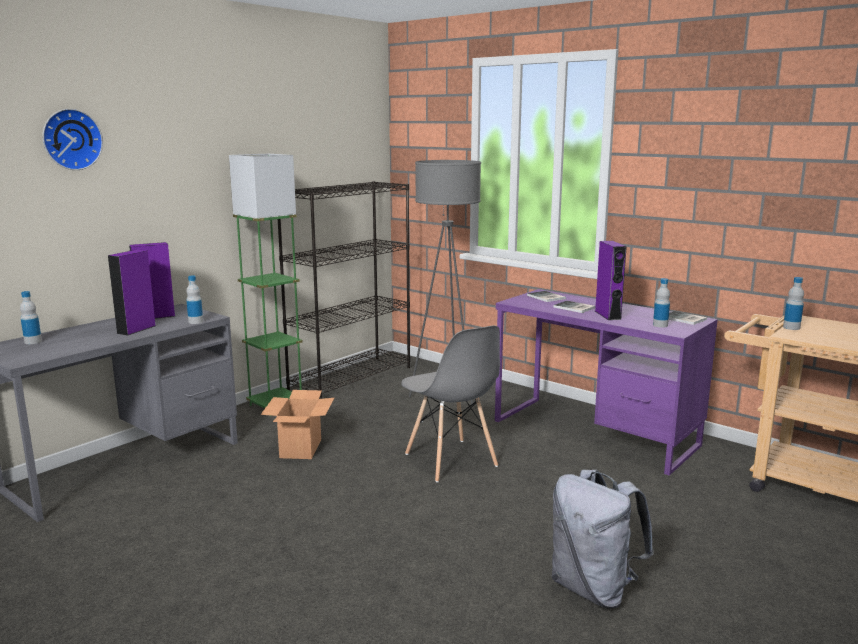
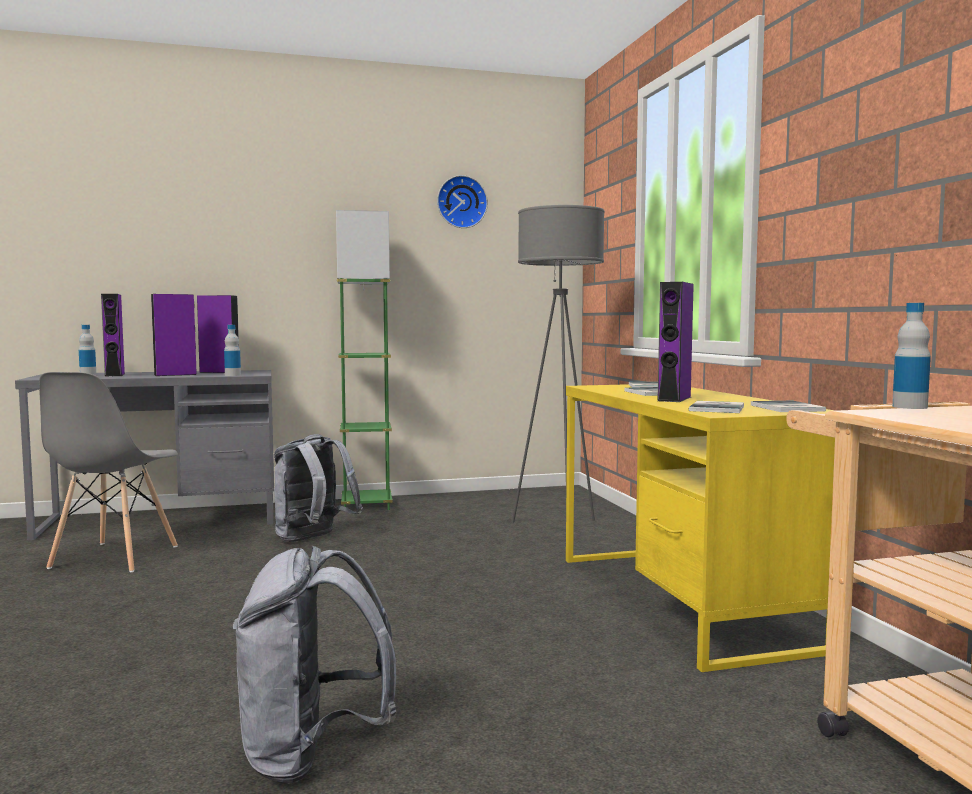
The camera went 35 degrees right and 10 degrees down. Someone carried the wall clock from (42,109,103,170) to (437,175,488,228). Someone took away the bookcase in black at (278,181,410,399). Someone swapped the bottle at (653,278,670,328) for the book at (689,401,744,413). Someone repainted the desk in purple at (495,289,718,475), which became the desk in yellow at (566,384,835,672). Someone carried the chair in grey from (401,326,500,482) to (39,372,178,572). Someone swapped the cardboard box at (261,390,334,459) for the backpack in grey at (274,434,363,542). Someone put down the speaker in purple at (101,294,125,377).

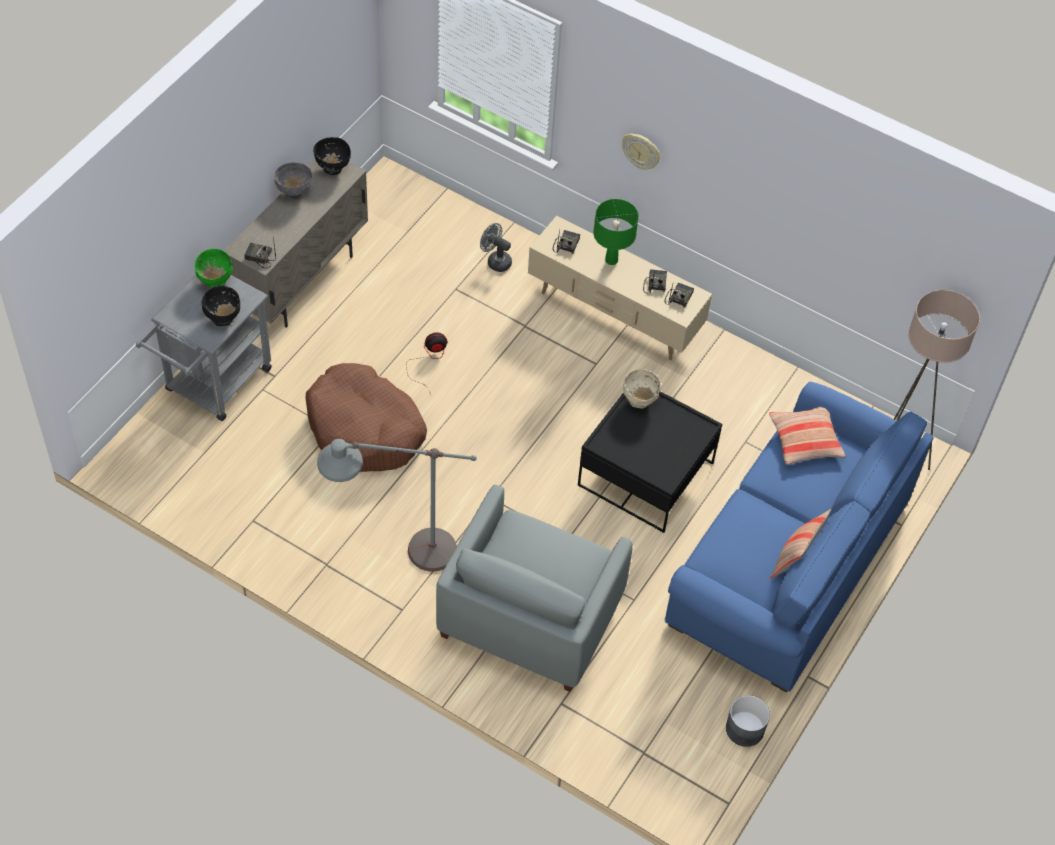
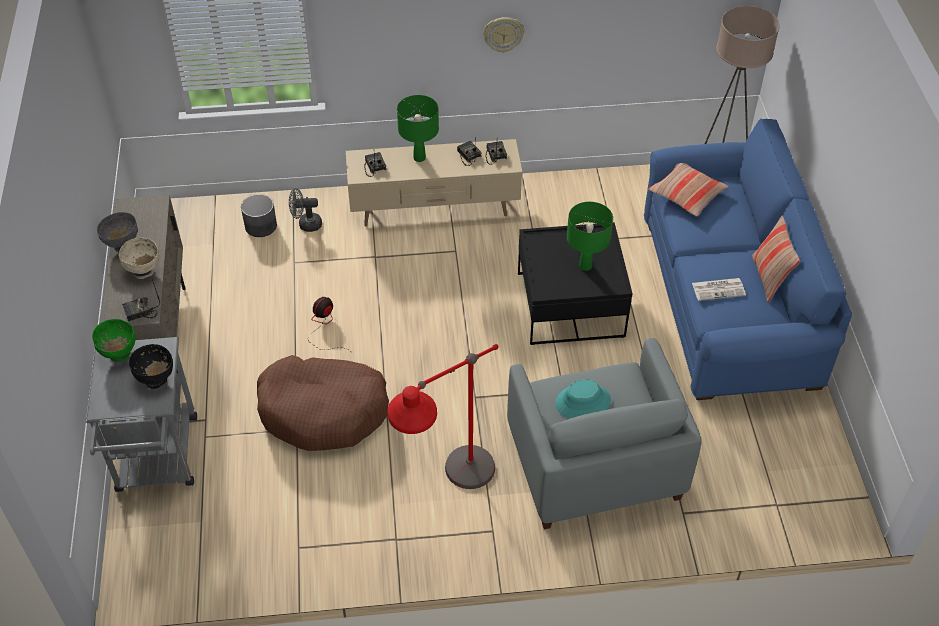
The camera went 35 degrees left and 5 degrees down. Someone carried the wall clock from (622,134,660,170) to (483,17,524,53). Someone took away the bowl in black at (313,137,351,175). Someone carried the bowl in beige from (623,369,661,409) to (119,238,160,279). Someone repainted the floor lamp in grey at (317,439,477,571), which became the floor lamp in red at (387,344,499,489). Someone carried the planter in grey from (726,695,770,747) to (241,194,277,237). Someone put down the table lamp in green at (567,202,613,271). Someone put down the newspaper at (692,278,746,301). Someone put down the hat in turquoise at (555,379,611,419).

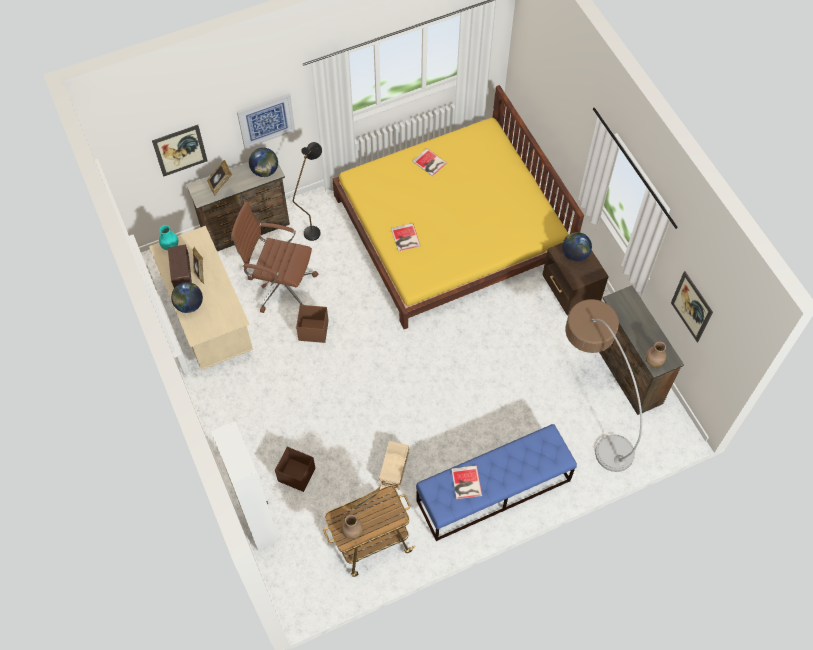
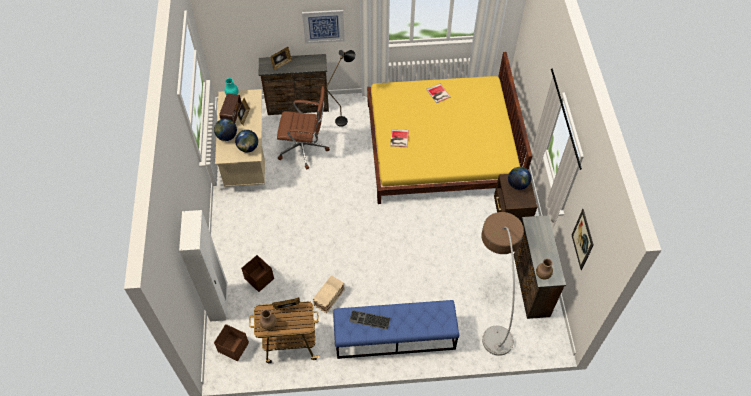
The camera went 20 degrees right and 5 degrees down. Someone took away the picture at (152,125,208,177). Someone carried the globe from (249,148,278,177) to (235,130,258,153). Someone rotated the office chair in brown at (231,201,319,313) by 150 degrees clockwise. Someone carried the storage box in brown from (296,305,329,343) to (214,324,249,361). Someone swapped the book at (451,465,482,499) for the keyboard at (349,310,390,330).

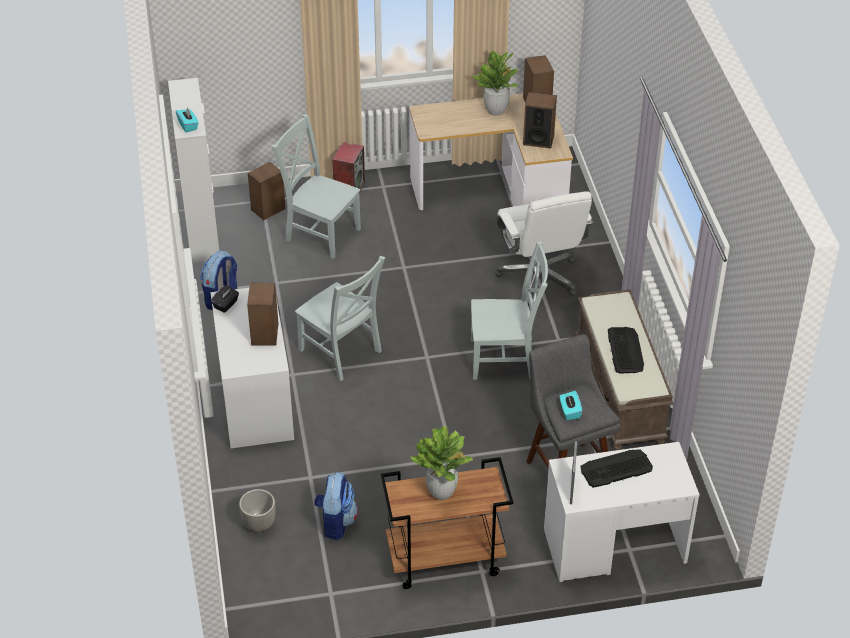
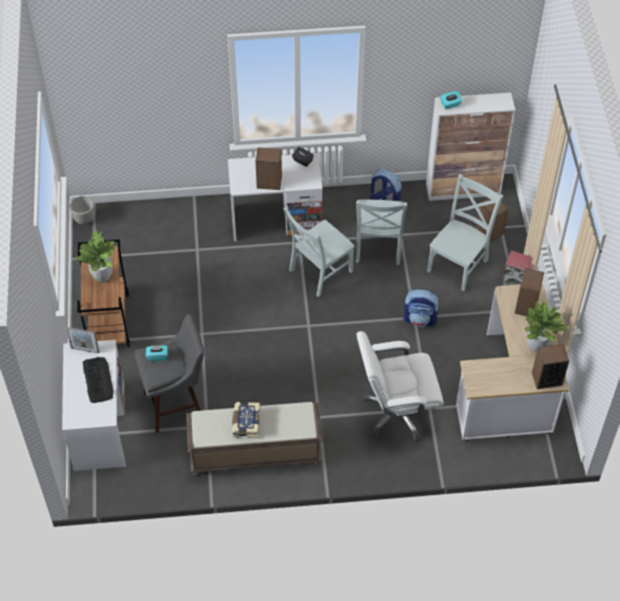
The camera went 95 degrees right and 10 degrees up. Someone carried the speaker from (523,92,557,149) to (515,268,545,316). Someone carried the chair in grey from (471,241,548,379) to (356,199,407,265). Someone swapped the keyboard at (608,327,644,374) for the book at (232,402,260,438). Someone carried the backpack from (314,472,358,540) to (403,289,440,327). Someone carried the planter from (239,489,276,531) to (70,196,95,224).

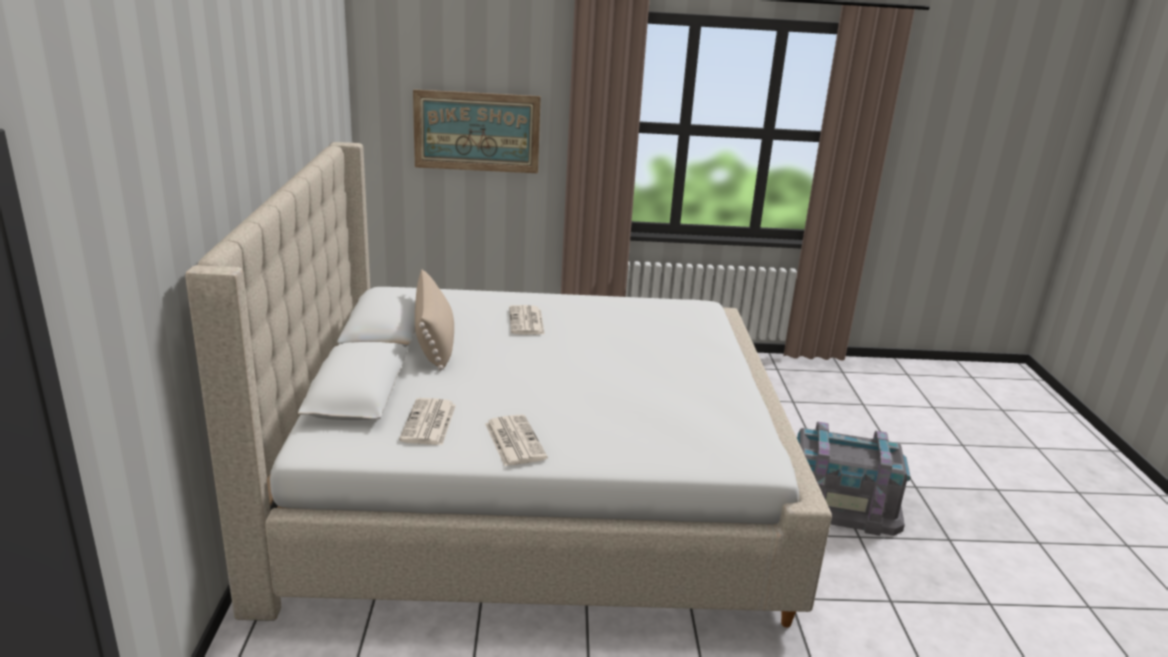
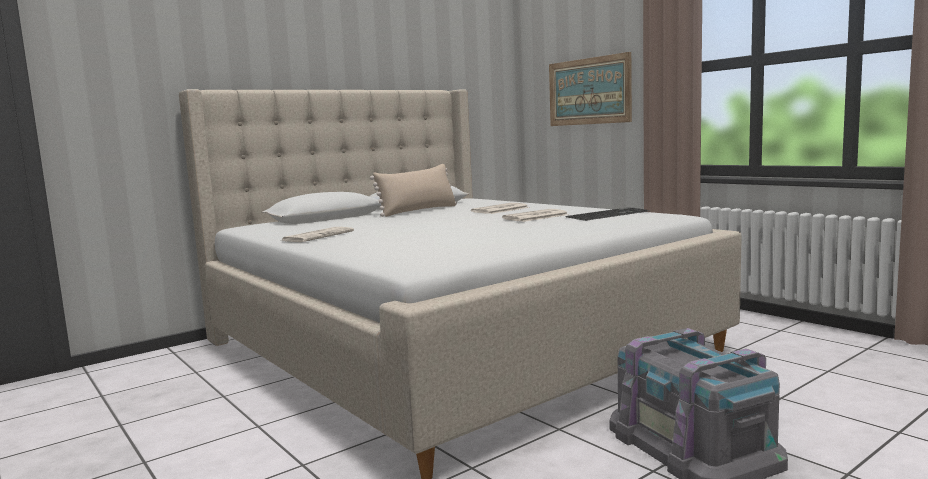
The camera went 55 degrees right and 15 degrees down. Someone carried the newspaper from (399,398,456,445) to (502,209,569,222). Someone put down the keyboard at (566,207,649,221).

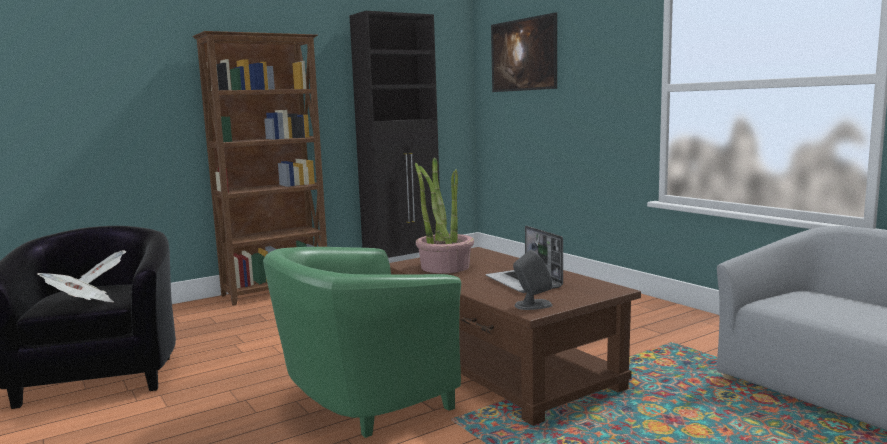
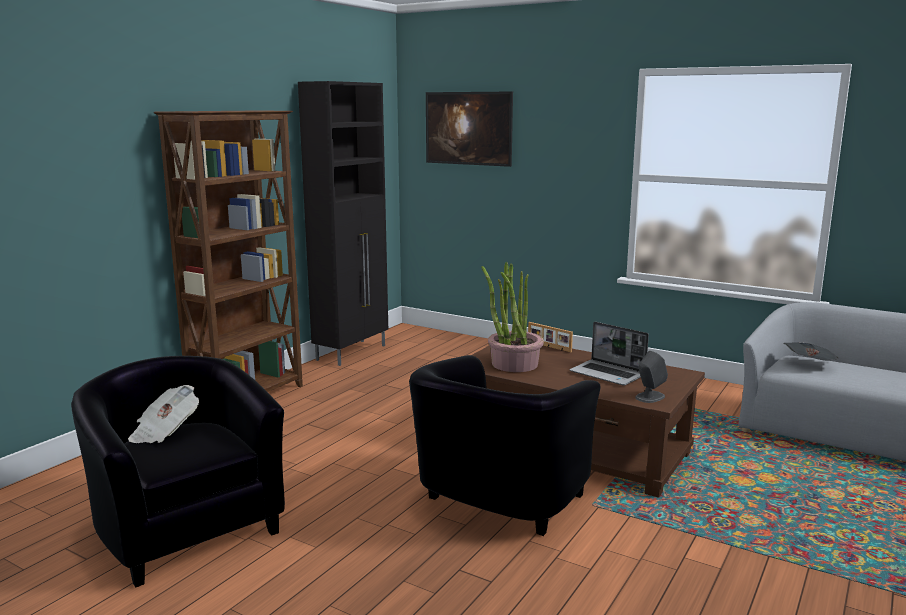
The camera went 25 degrees left and 5 degrees up. Someone repainted the armchair in green at (263,247,461,438), which became the armchair in black at (409,355,601,536). Someone carried the newspaper from (38,273,114,302) to (783,343,838,361). Someone put down the picture frame at (528,322,573,352).

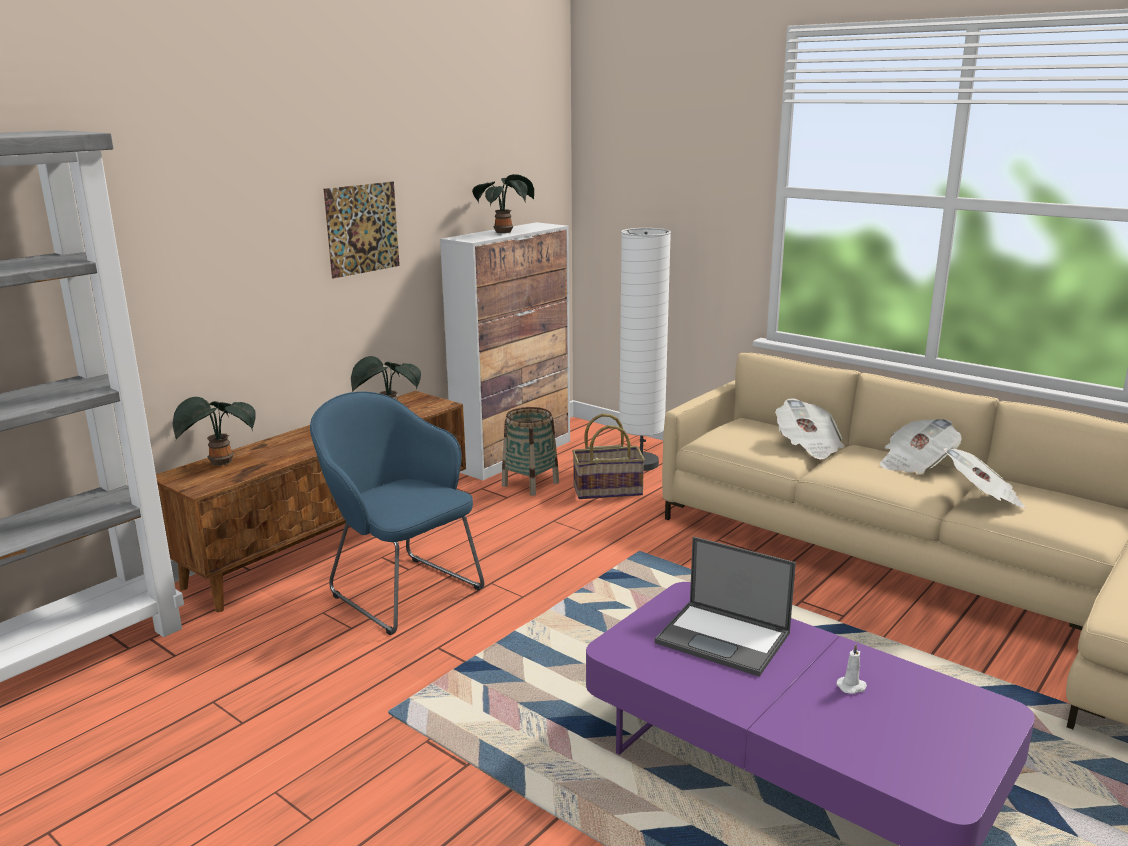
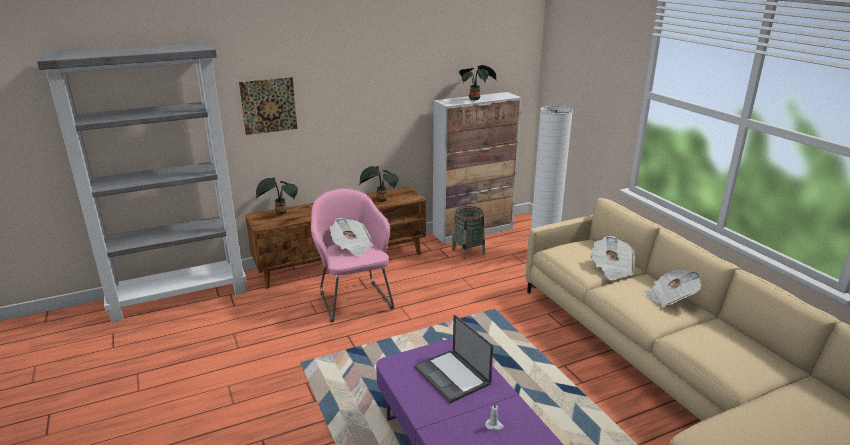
The camera went 25 degrees right and 5 degrees up. Someone carried the picture from (324,181,400,278) to (239,77,298,135). Someone repainted the armchair in blue at (310,392,484,635), which became the armchair in pink at (311,188,394,323). Someone took away the basket at (572,414,645,499). Someone carried the newspaper from (944,448,1026,508) to (329,218,373,257).

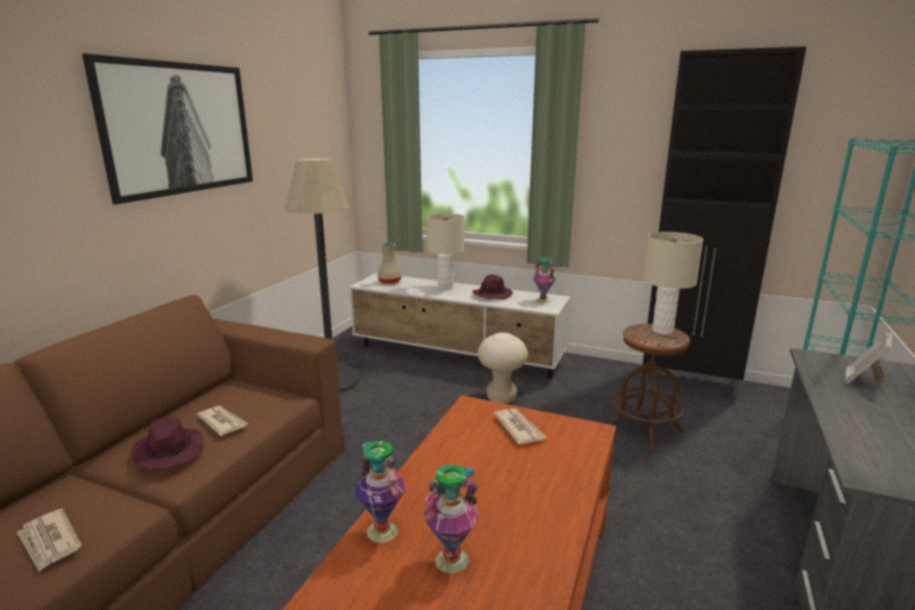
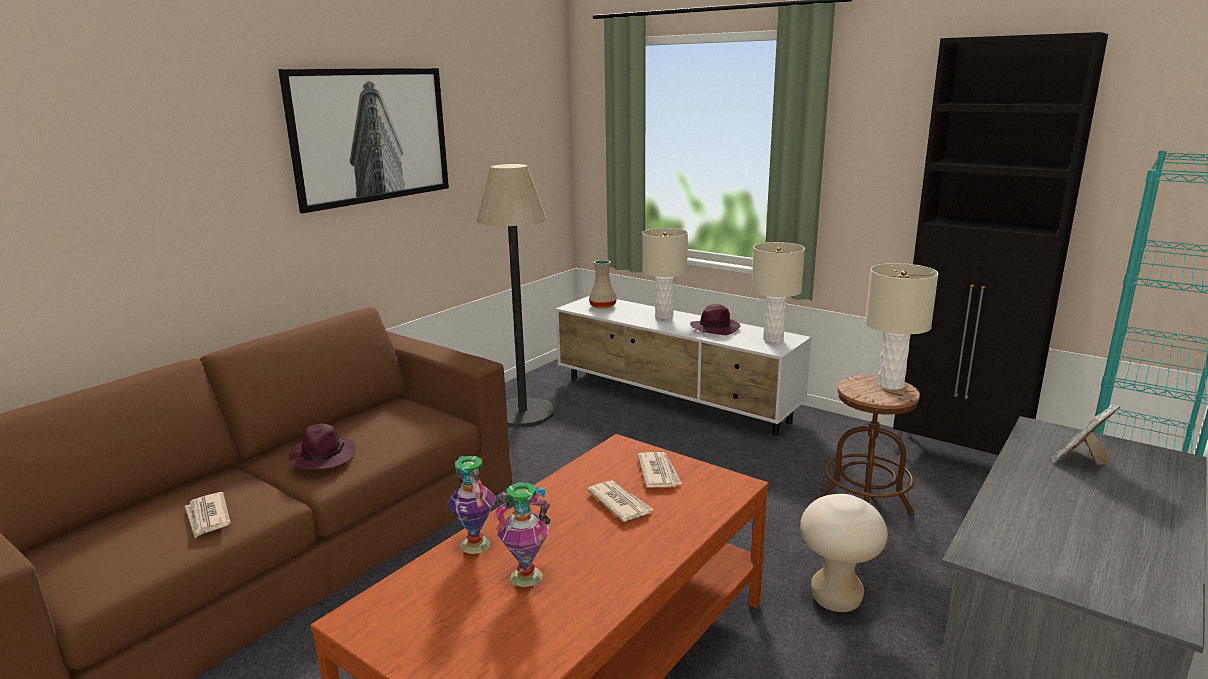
The camera went 15 degrees right and 0 degrees up. Someone swapped the vase at (533,258,555,303) for the table lamp in beige at (751,242,805,343). Someone carried the stool in beige from (478,332,528,404) to (800,494,888,612). Someone carried the newspaper from (197,406,248,436) to (587,480,654,522).

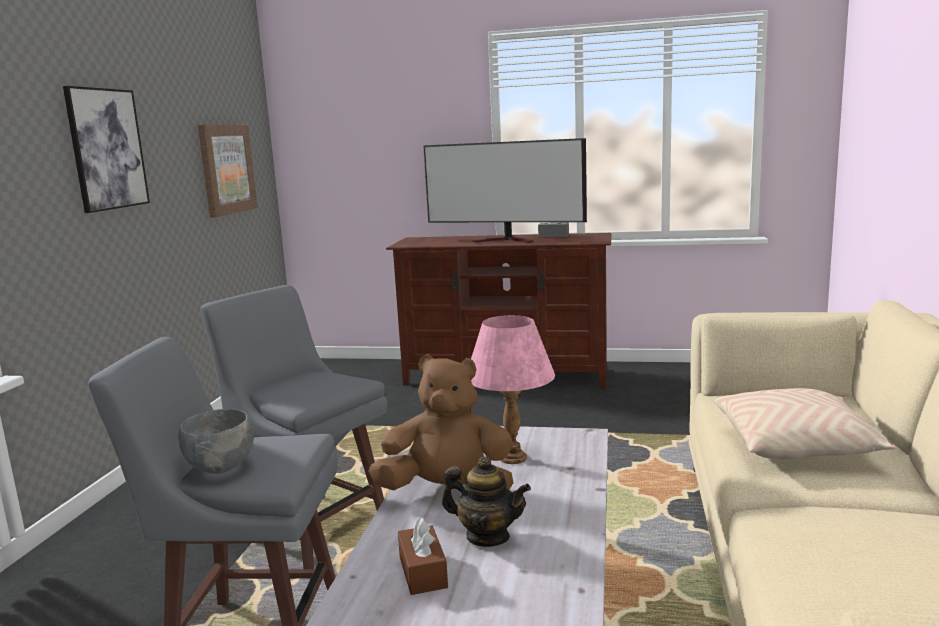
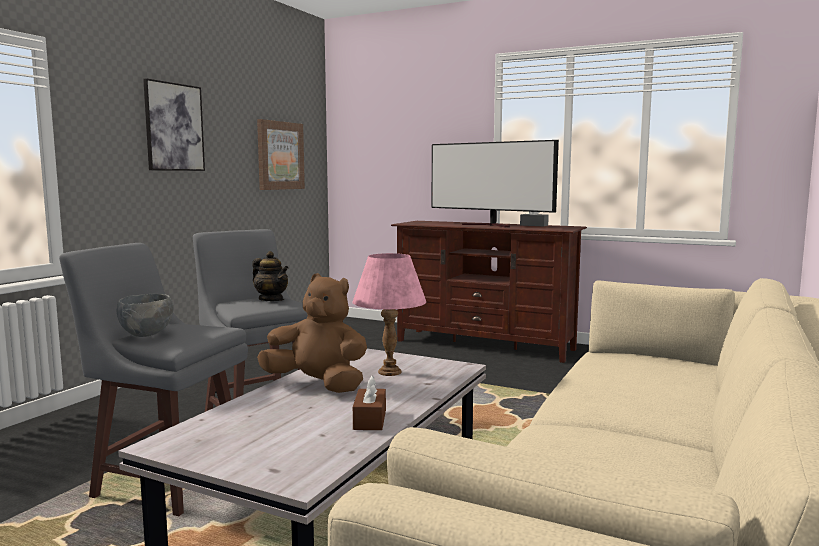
The camera went 15 degrees right and 5 degrees down. Someone took away the pillow in beige at (715,388,896,459). Someone carried the teapot from (442,456,531,547) to (252,251,289,301). Someone carried the tissue box in brown from (398,517,448,595) to (353,376,386,430).

